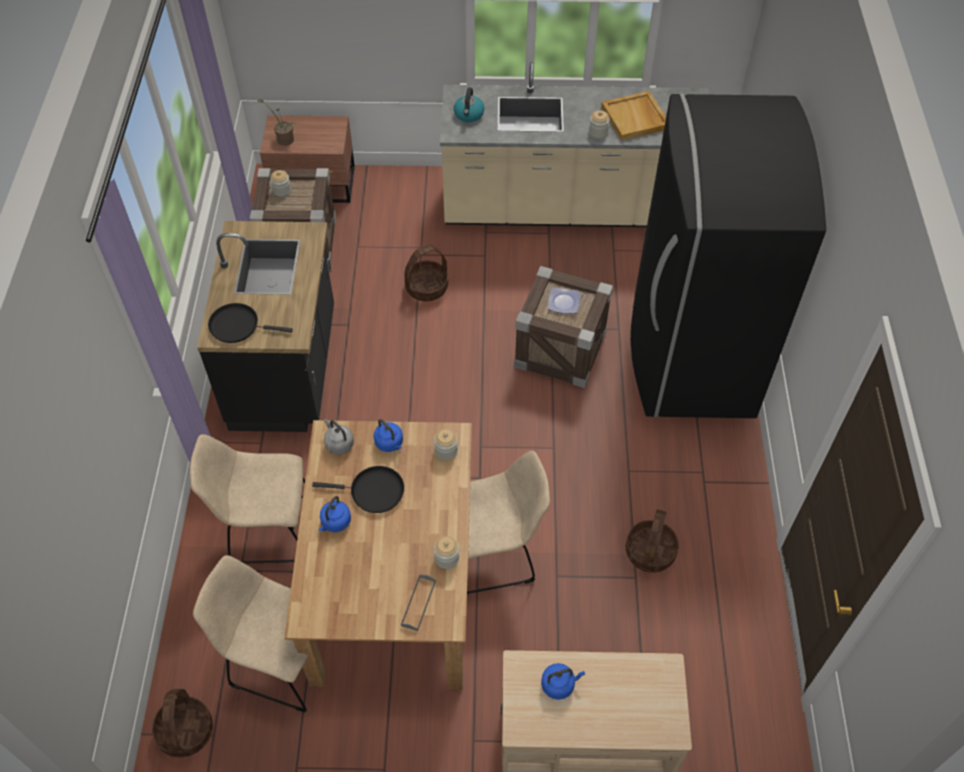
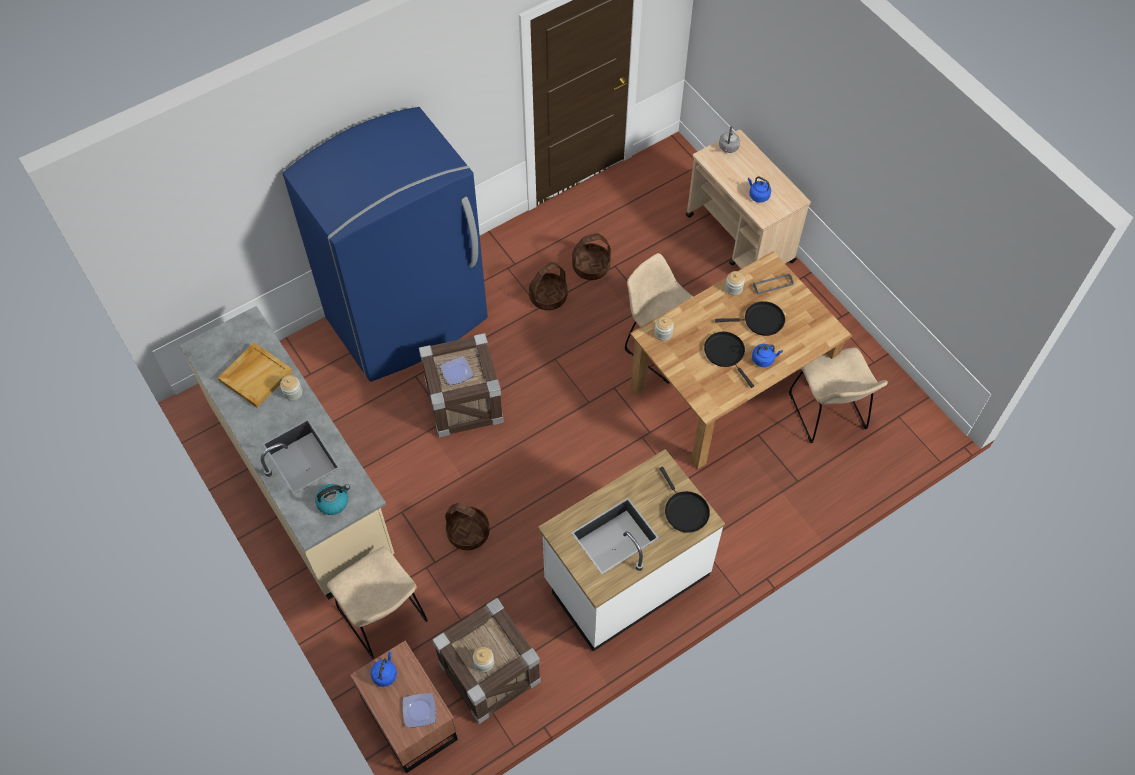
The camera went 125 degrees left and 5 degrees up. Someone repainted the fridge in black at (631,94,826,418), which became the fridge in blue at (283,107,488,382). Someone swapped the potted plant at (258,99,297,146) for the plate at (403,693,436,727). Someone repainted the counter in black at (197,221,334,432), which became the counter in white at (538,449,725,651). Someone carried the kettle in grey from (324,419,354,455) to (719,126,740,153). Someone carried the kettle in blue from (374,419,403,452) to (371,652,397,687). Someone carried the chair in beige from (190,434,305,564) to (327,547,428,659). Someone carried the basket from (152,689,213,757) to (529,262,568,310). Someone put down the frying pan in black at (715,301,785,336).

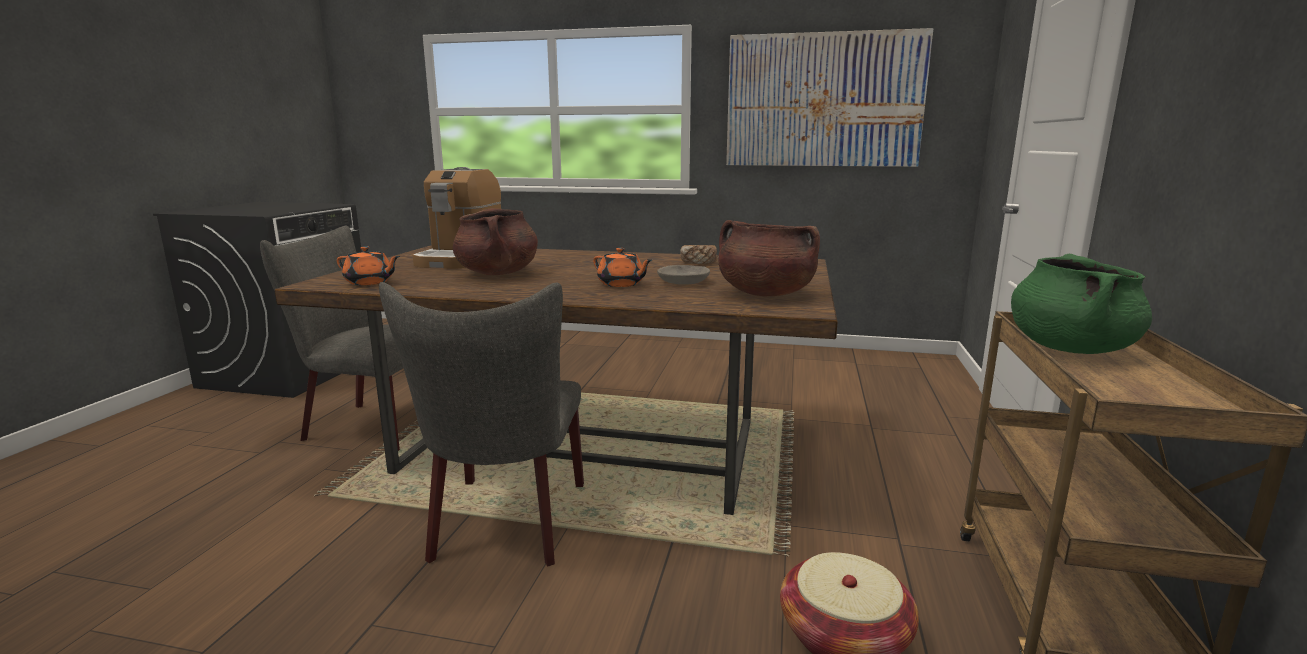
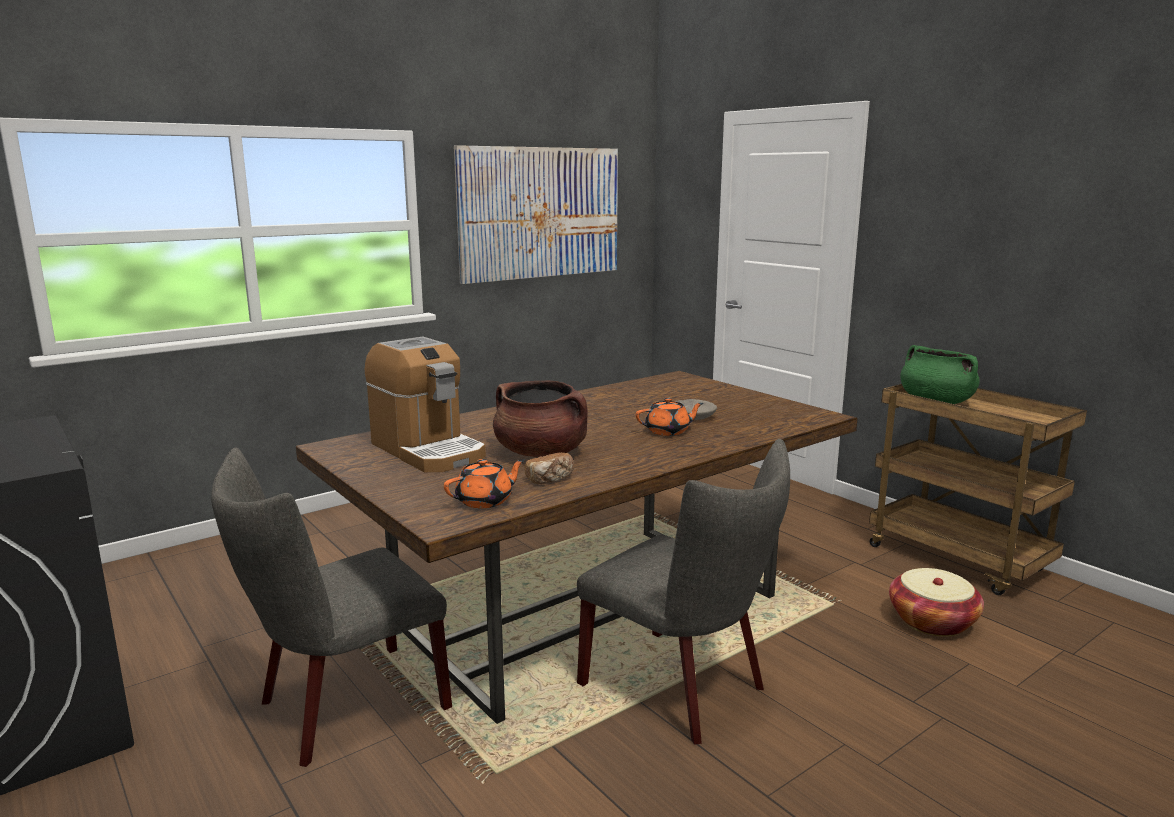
The camera went 50 degrees left and 0 degrees up. Someone took away the cooking pot in brown at (718,220,820,296). Someone carried the bread from (681,245,717,264) to (525,453,574,484).

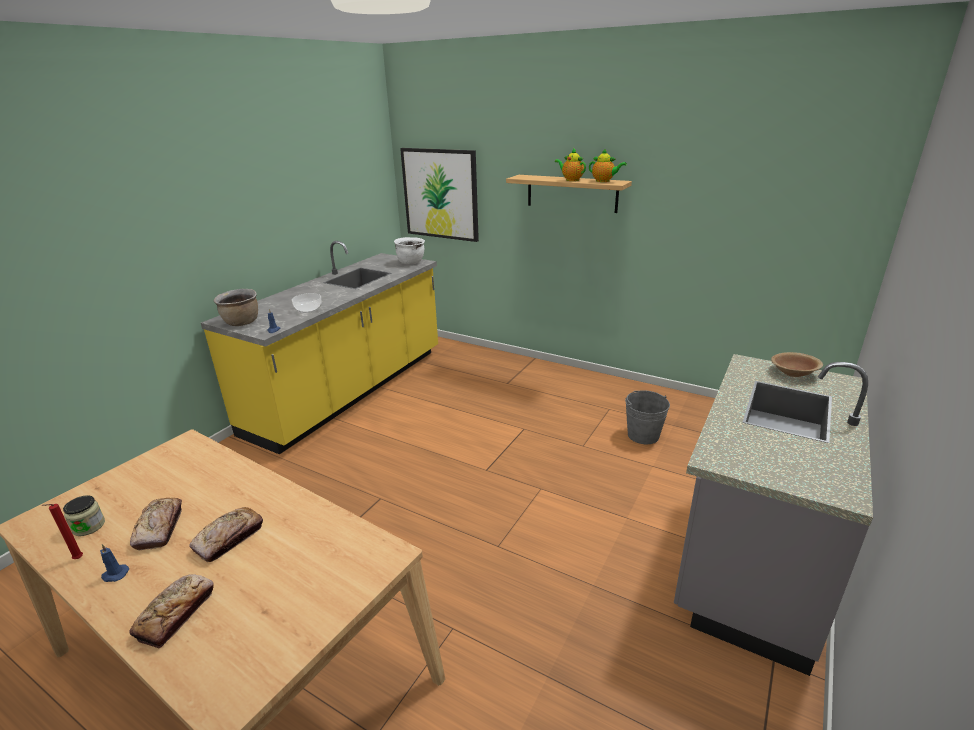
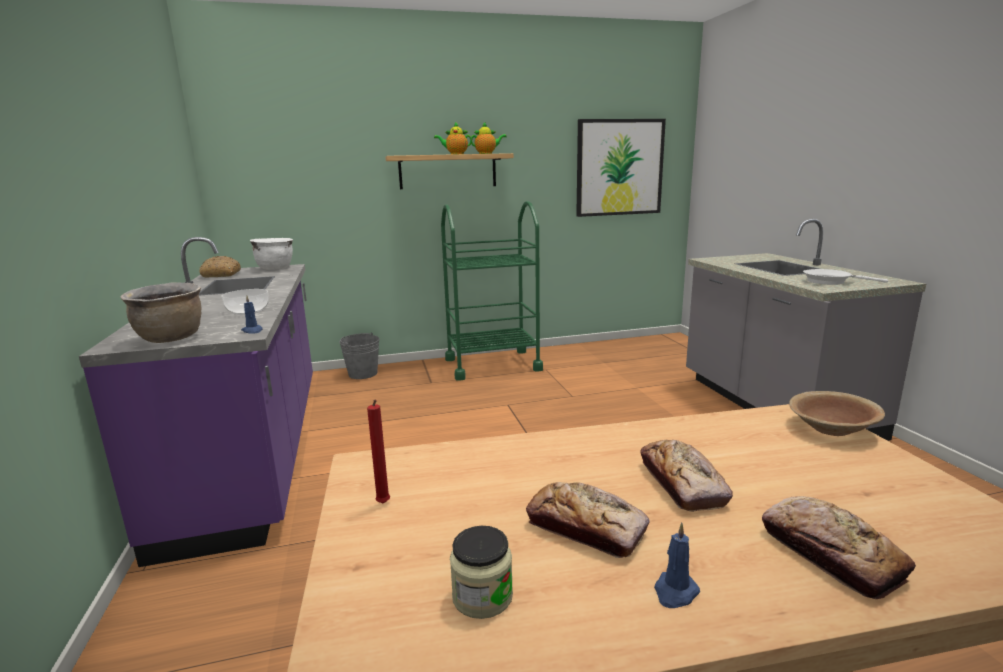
The camera went 45 degrees left and 10 degrees down. Someone carried the picture from (400,148,479,242) to (576,119,666,217). Someone repainted the counter in yellow at (201,241,438,455), which became the counter in purple at (79,237,313,567). Someone carried the bowl in brown from (771,352,823,377) to (789,391,885,436). Someone carried the bucket in grey from (625,390,670,444) to (339,333,379,379). Someone carried the candle in red from (41,504,83,559) to (367,400,390,504). Someone put down the cart in green at (441,201,543,380). Someone put down the bread at (200,256,241,278). Someone put down the frying pan in white at (803,269,888,285).

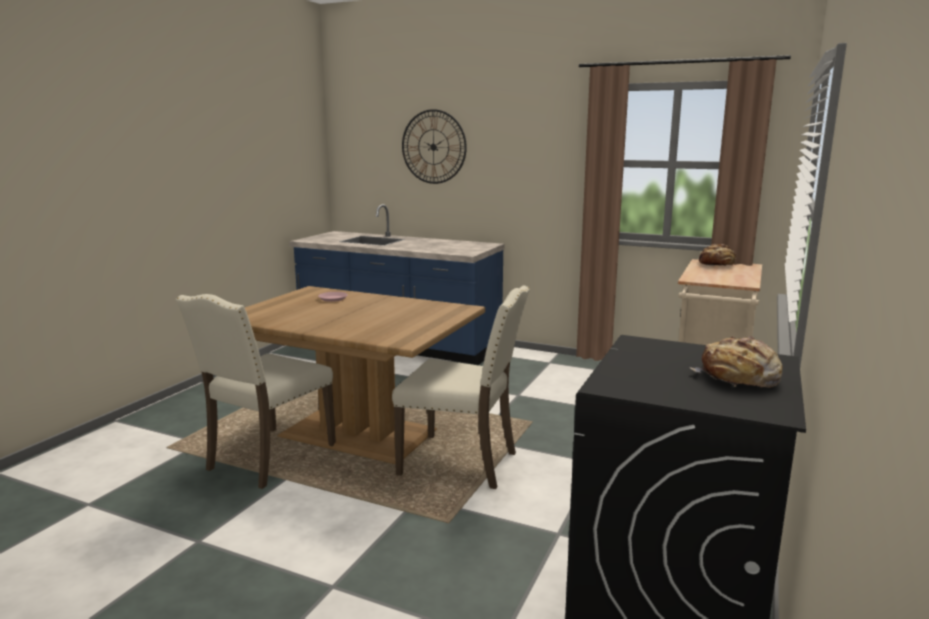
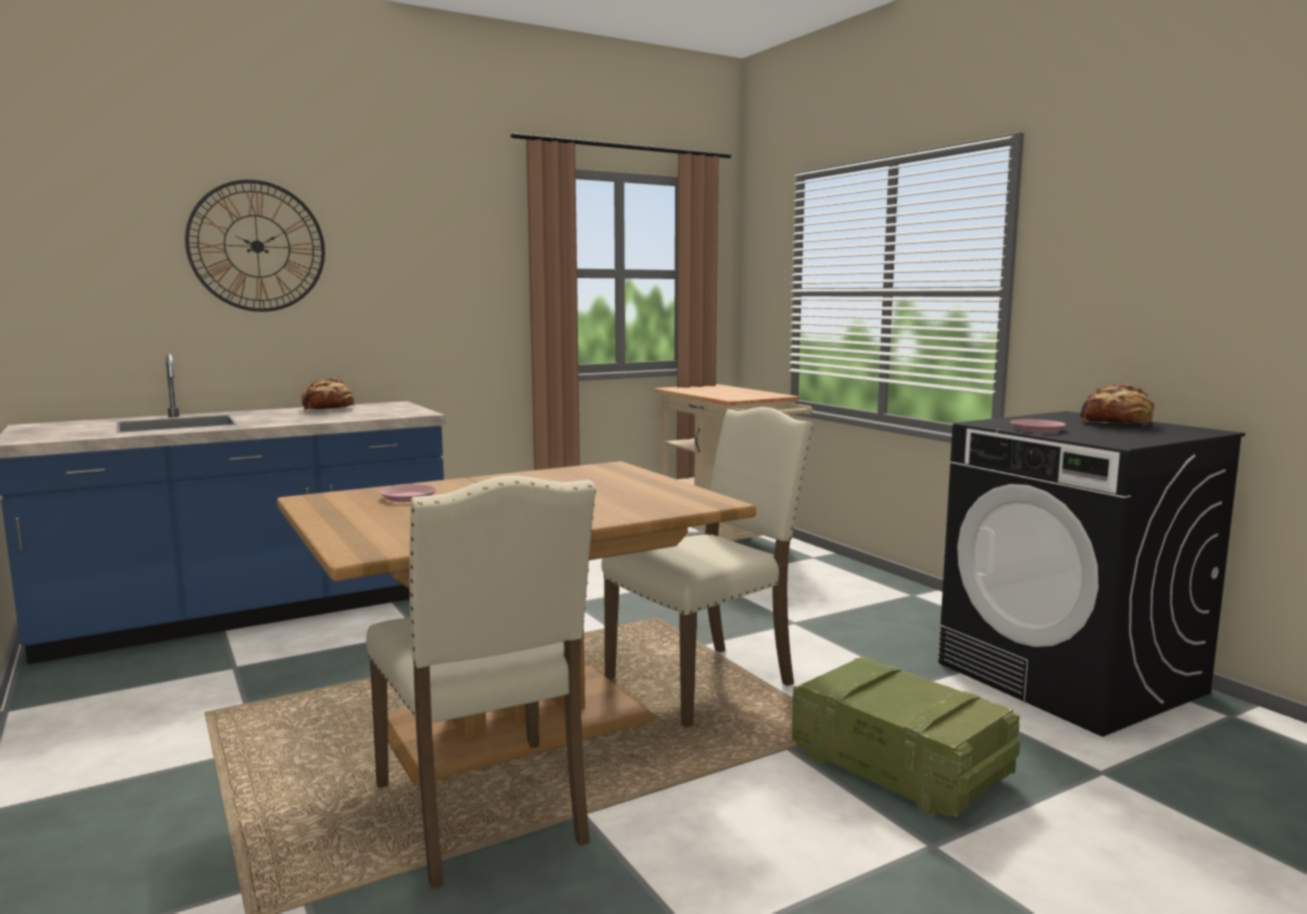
The camera went 55 degrees left and 5 degrees down. Someone carried the bread from (699,244,736,266) to (301,378,354,410). Someone put down the plate in pink at (1011,419,1066,433). Someone put down the crate at (792,657,1020,817).

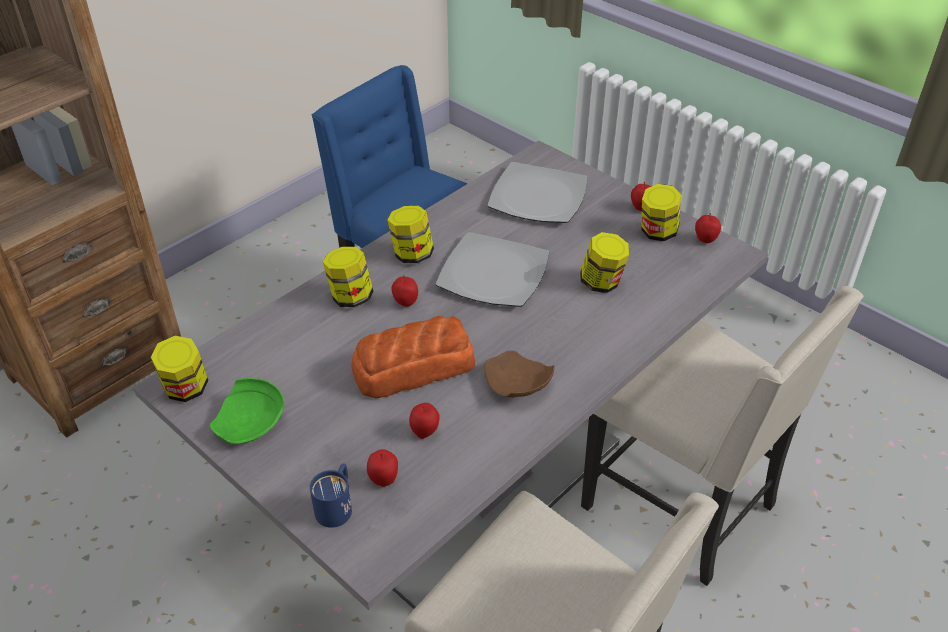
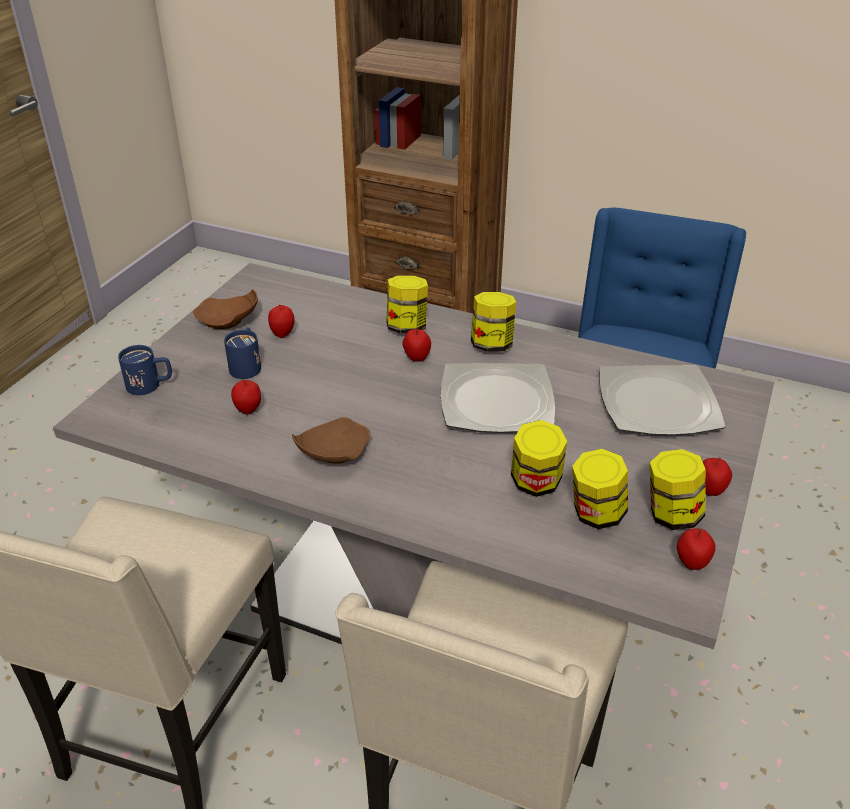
The camera went 70 degrees right and 5 degrees down. Someone took away the bread at (351,316,475,398). Someone carried the jar from (151,336,208,402) to (572,449,628,529). Someone repainted the plate in green at (210,378,284,444), which became the plate in brown at (193,289,258,329). Someone carried the apple from (367,449,398,487) to (268,305,294,338). Someone put down the mug in blue at (224,327,261,379).

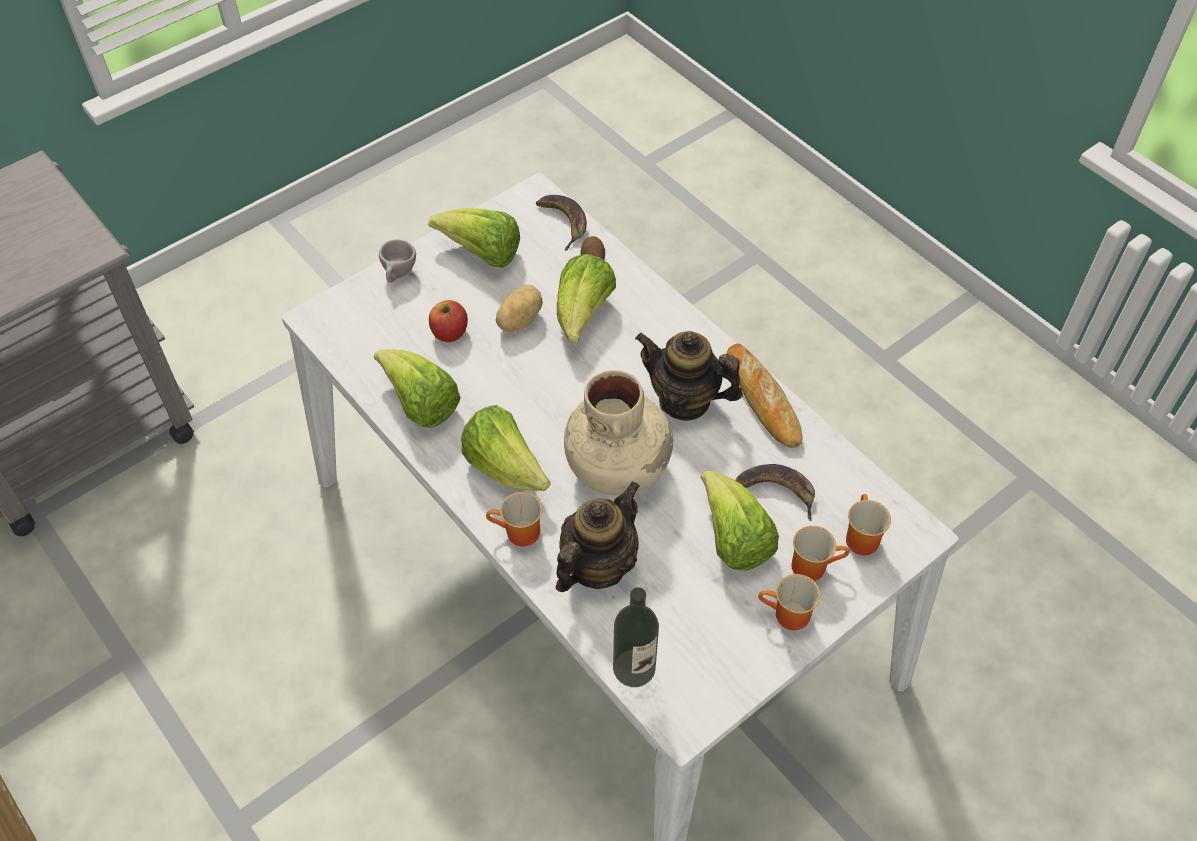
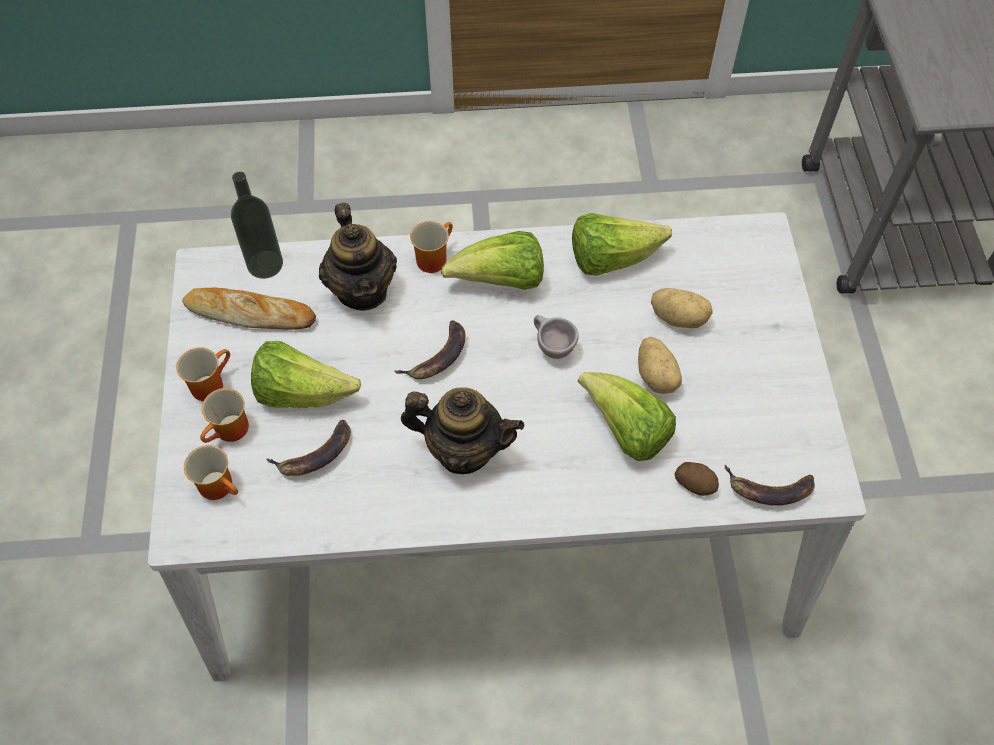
The camera went 125 degrees right and 5 degrees up. Someone took away the lettuce at (428,208,520,268). Someone carried the cup in beige from (379,239,416,283) to (534,315,579,359). Someone swapped the apple at (429,300,468,342) for the potato at (651,288,713,328). Someone rotated the teapot at (635,331,743,421) by 45 degrees clockwise. Someone carried the bread from (727,344,803,448) to (182,288,316,330). Someone swapped the vase in beige at (564,370,673,495) for the banana at (394,320,465,379).

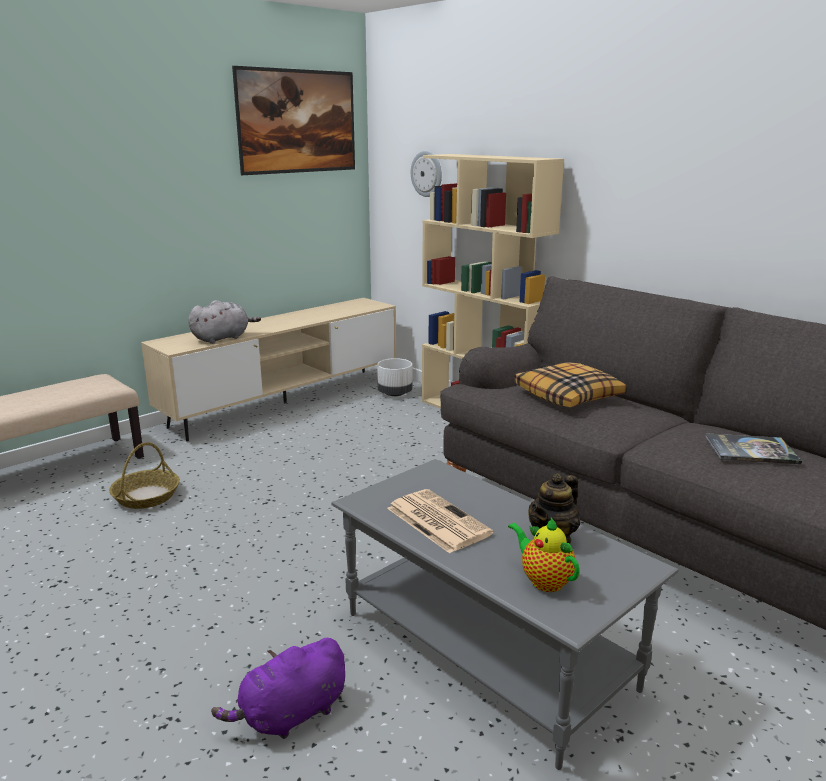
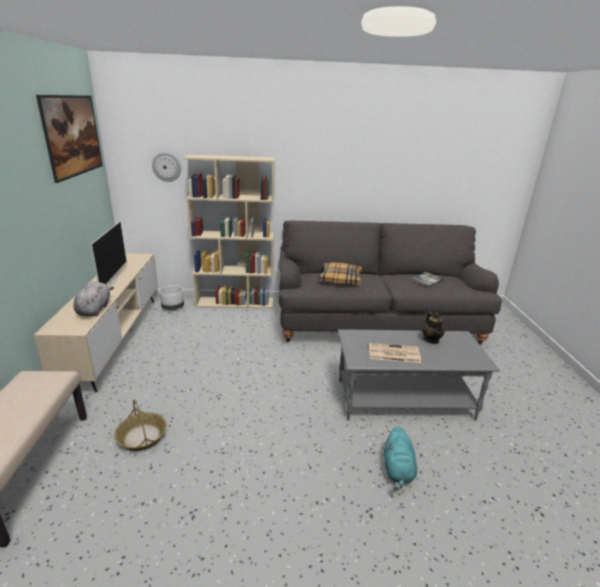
The camera went 50 degrees left and 5 degrees up. Someone took away the teapot at (508,518,580,592). Someone repainted the plush toy in purple at (211,638,345,739), which became the plush toy in turquoise at (384,426,417,491). Someone put down the television at (91,221,127,287).

